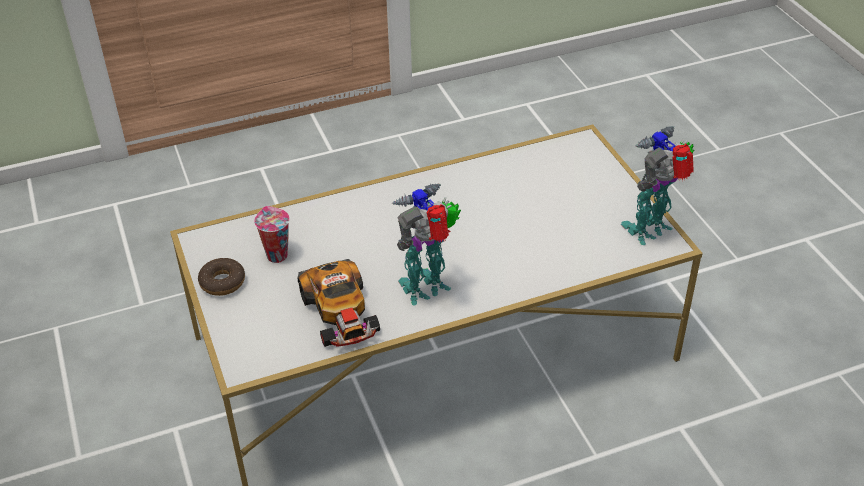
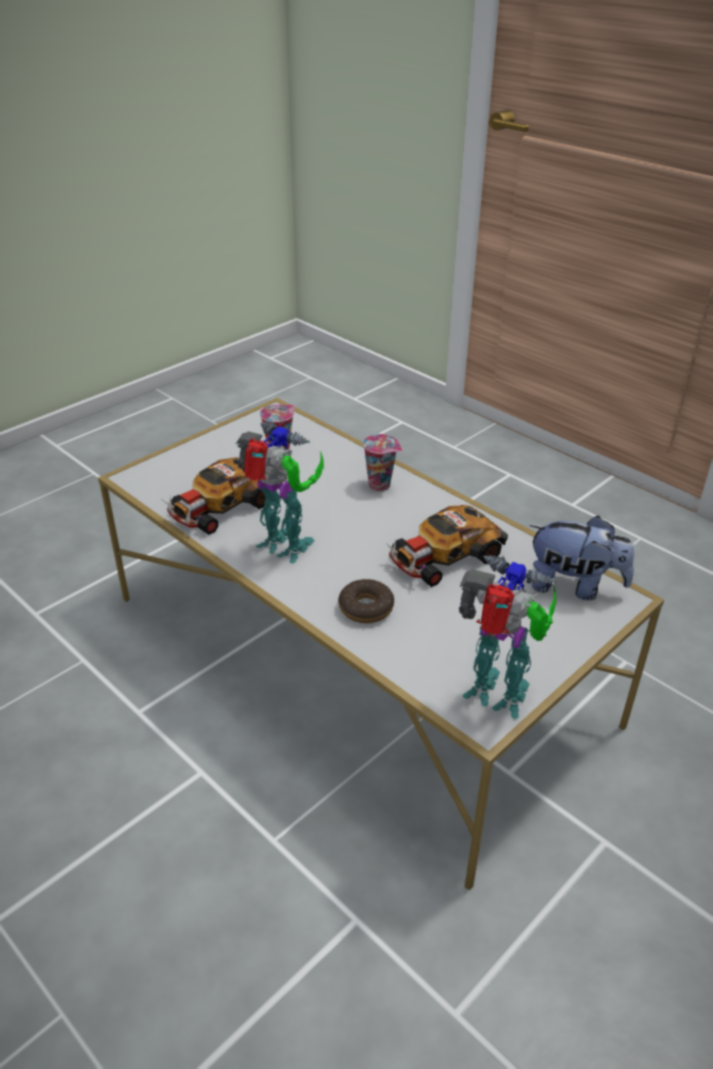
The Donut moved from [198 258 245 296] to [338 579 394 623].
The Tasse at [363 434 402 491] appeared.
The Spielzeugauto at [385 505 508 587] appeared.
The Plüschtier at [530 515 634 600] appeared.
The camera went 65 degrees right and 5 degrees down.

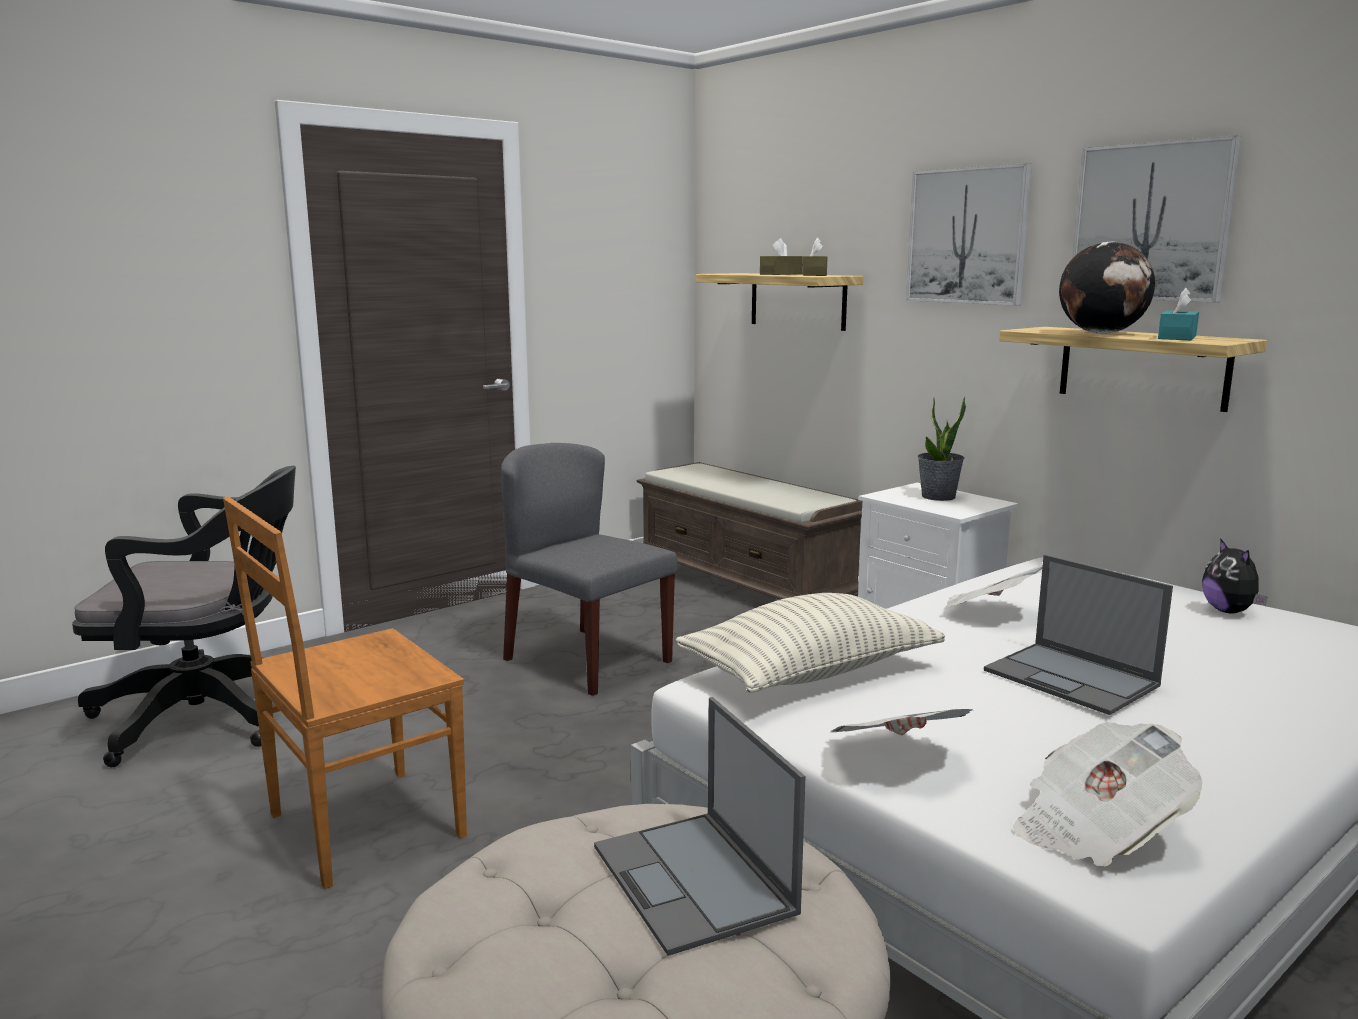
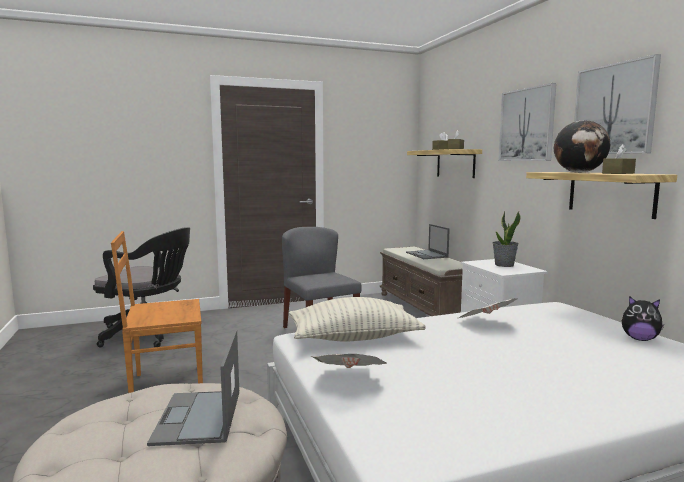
The Laptop moved from [984 555 1173 715] to [406 224 450 259].
The Zeitung at [1013 722 1202 867] disappeared.
The Taschentuchbox/türkis at [1158 288 1199 340] became the Taschentuchbox/braun at [602 144 636 174].
The Plüschtier at [1202 538 1268 614] turned 75 degrees counterclockwise.
The camera went 20 degrees right and 5 degrees down.

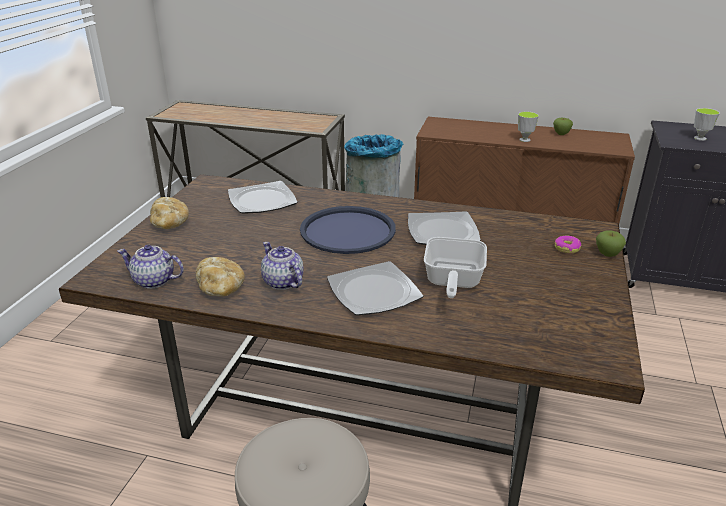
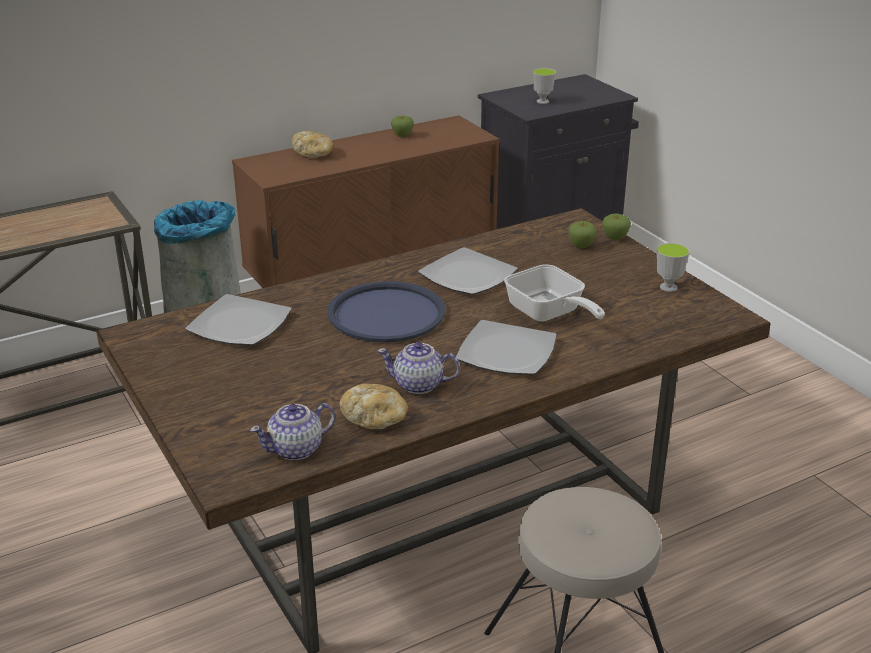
The Brot moved from [150 197 189 229] to [292 131 333 158].
The Tasse moved from [518 112 539 142] to [657 243 690 292].
The Donut at [555 236 581 253] was replaced by the Apfel at [569 221 597 248].
The camera went 45 degrees left and 0 degrees up.

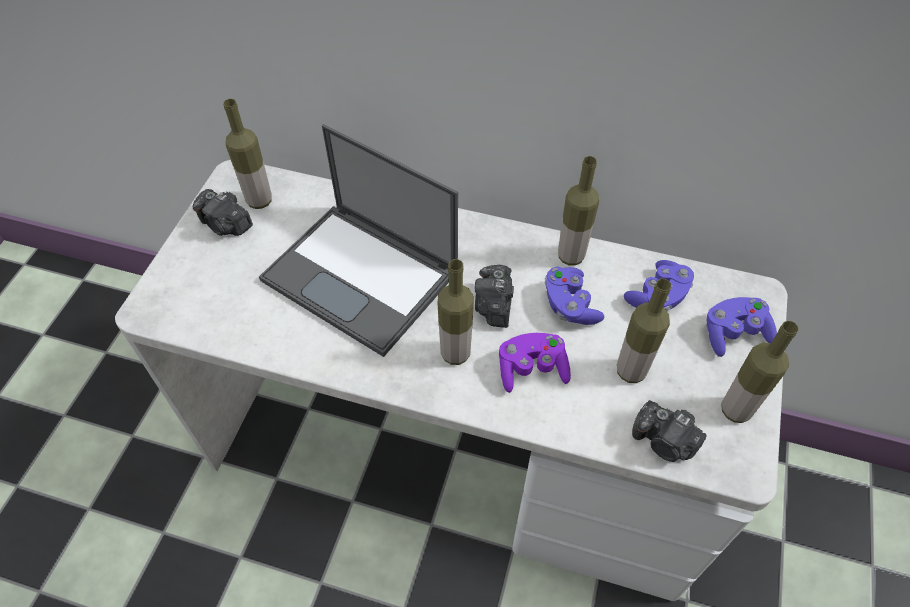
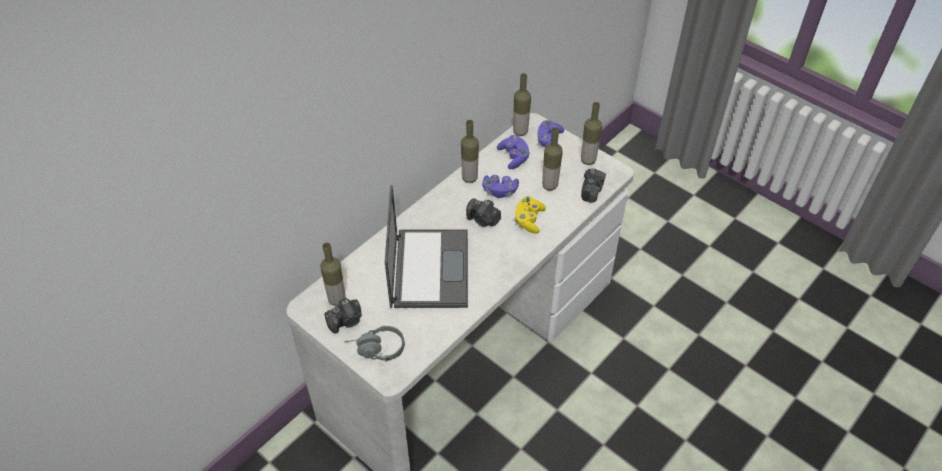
The Laptop at [259 124 458 357] turned 60 degrees counterclockwise.
The Flasche moved from [438 259 474 365] to [513 73 531 136].
The Gamepad/lila at [499 333 571 393] became the Gamepad/gelb at [515 196 546 234].
The Kamera at [632 400 707 462] turned 45 degrees counterclockwise.
The Kopfhörer/grau at [344 325 404 361] appeared.
The camera went 65 degrees left and 5 degrees down.

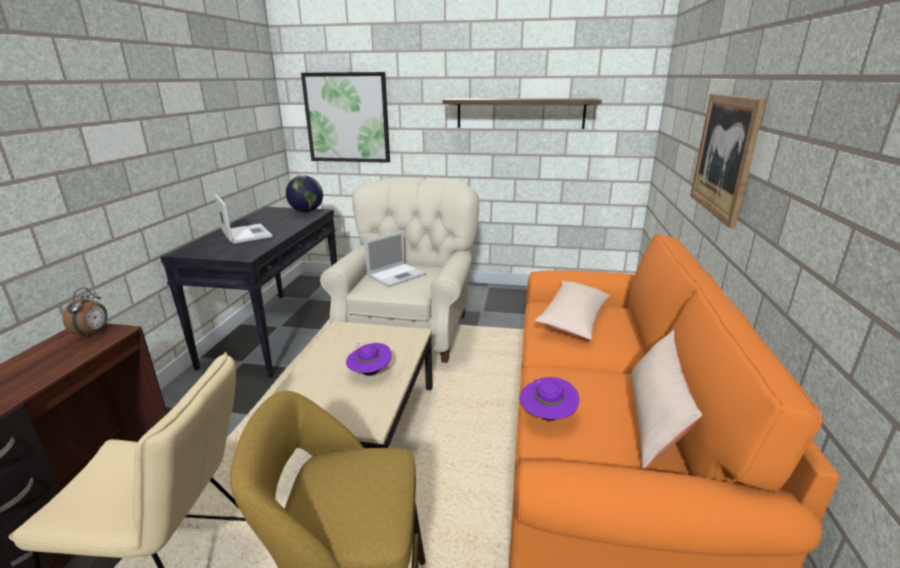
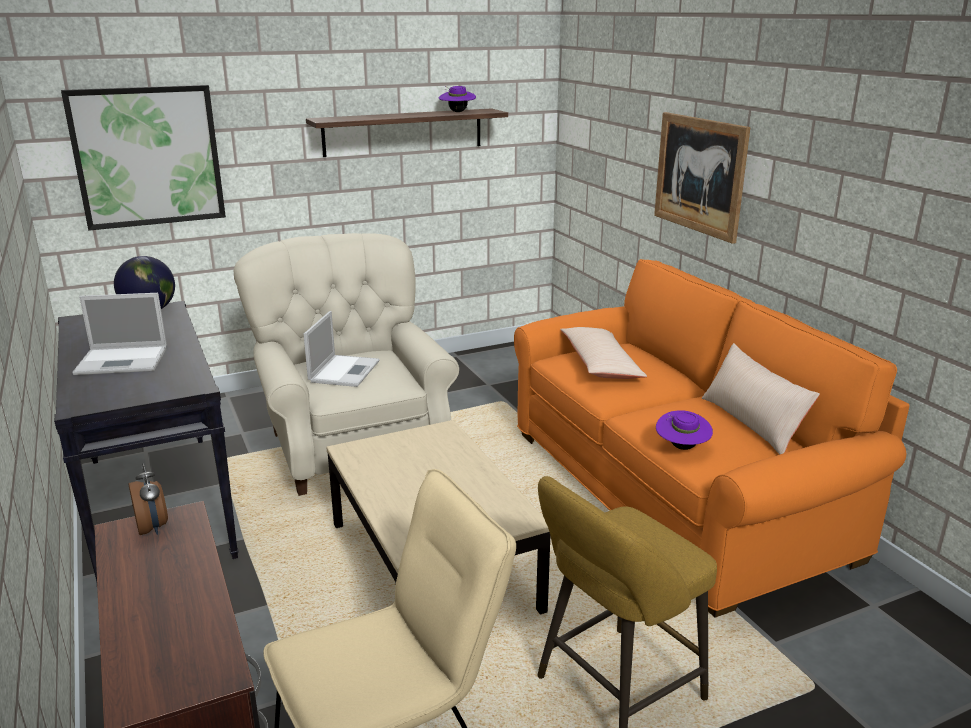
The Laptop at [214 194 273 244] turned 150 degrees clockwise.
The Hut/lila moved from [346 343 392 376] to [439 86 476 112].
The camera went 35 degrees left and 0 degrees up.

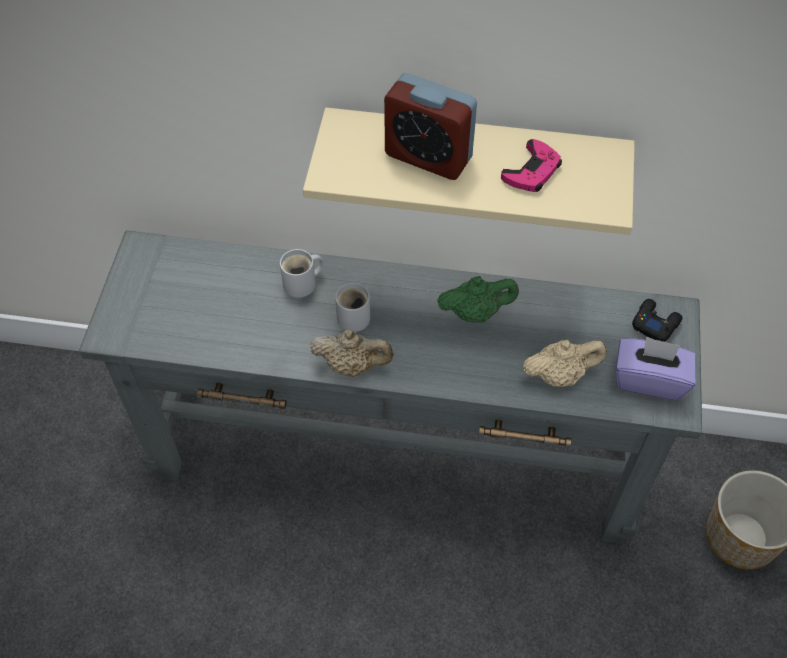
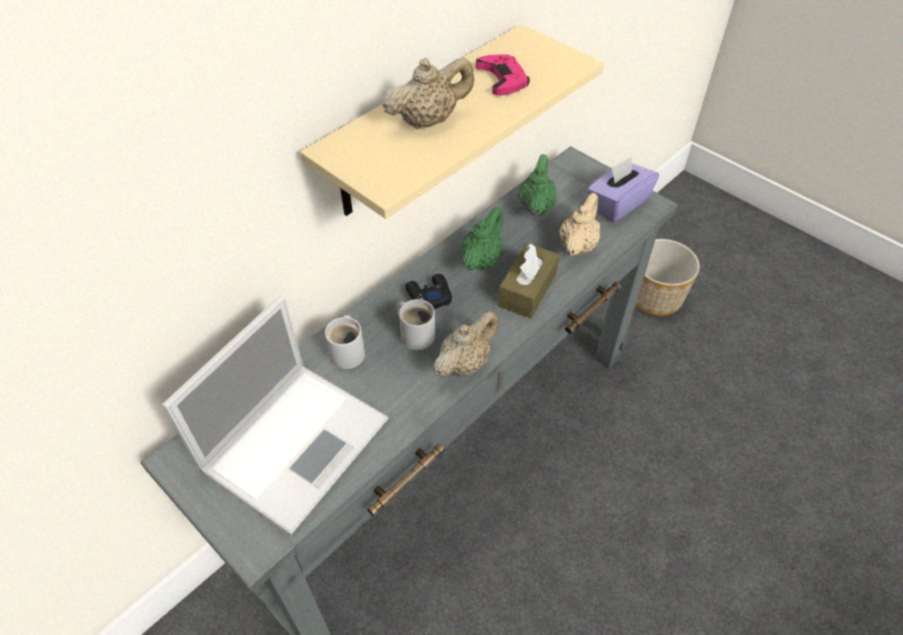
The Wecker at [384 73 477 180] was replaced by the Teekanne/beige at [382 57 474 129].
The Gamepad/schwarz moved from [632 299 682 342] to [405 274 452 309].
The Laptop at [162 296 388 535] appeared.
The Taschentuchbox/braun at [498 243 559 319] appeared.
The Teekanne/grün at [518 154 557 215] appeared.
The camera went 55 degrees left and 5 degrees down.

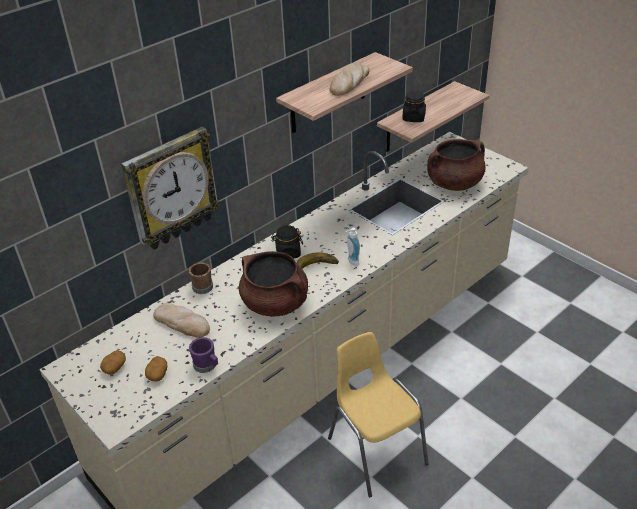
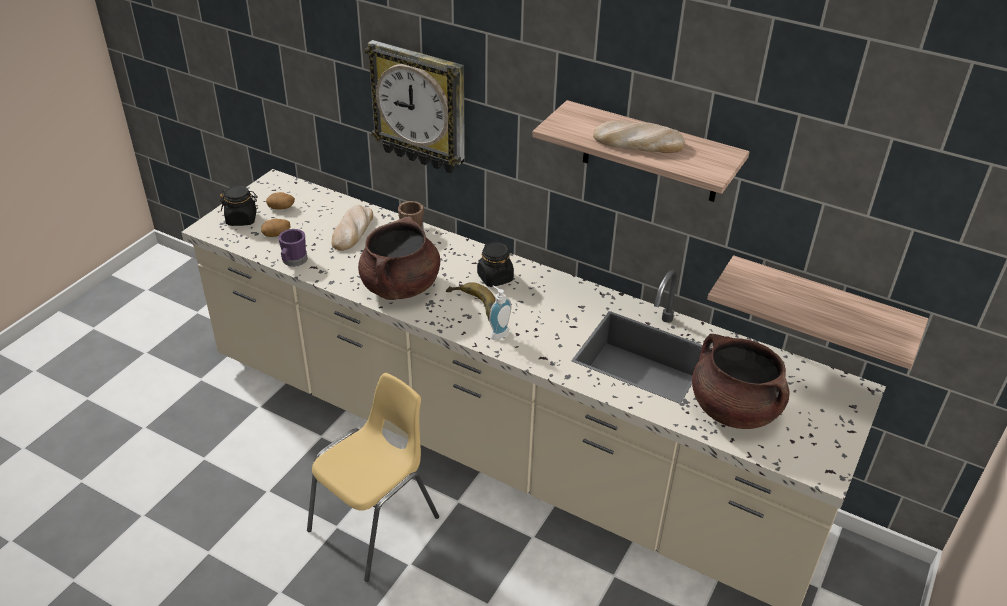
The Vorratsglas/schwarz moved from [402 91 426 122] to [220 185 258 226].
The camera went 70 degrees right and 0 degrees up.

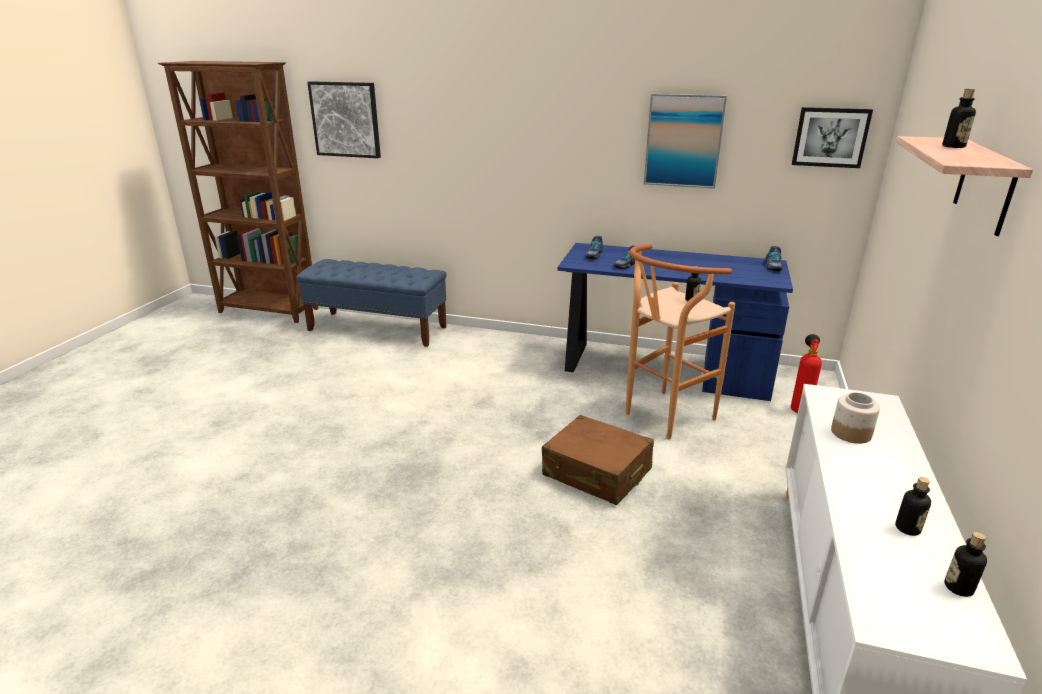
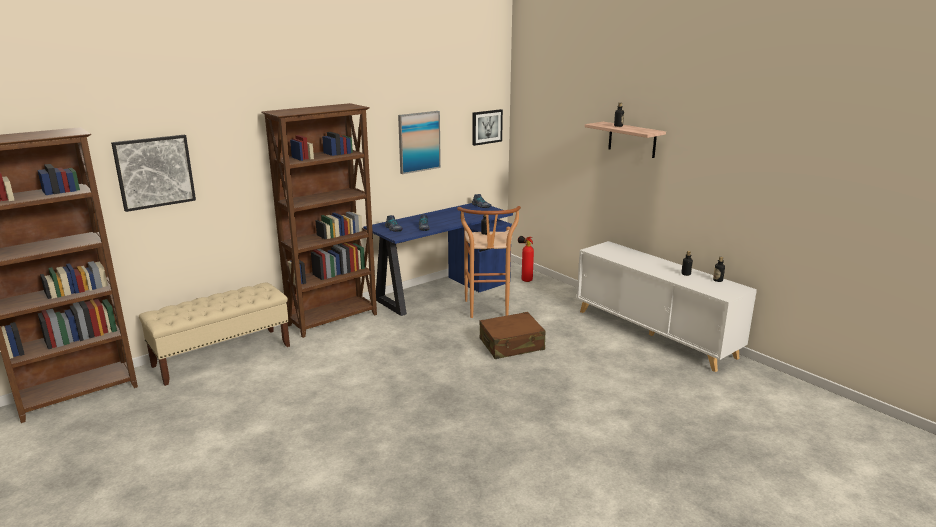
The Bank/blau at [296 259 447 347] became the Bank/beige at [139 282 290 386].
The Vorratsglas at [831 392 880 444] disappeared.
The Bücherregal/braun at [261 103 377 338] appeared.
The camera went 55 degrees left and 5 degrees down.

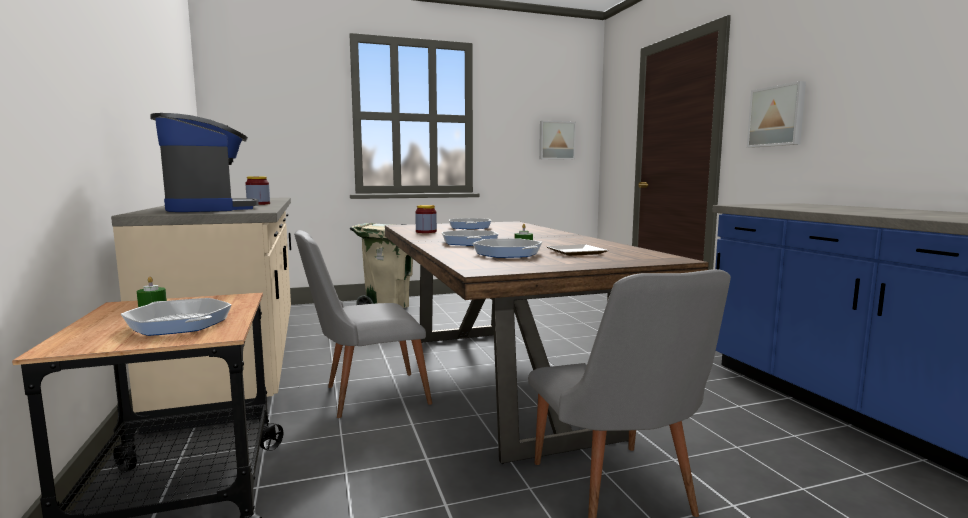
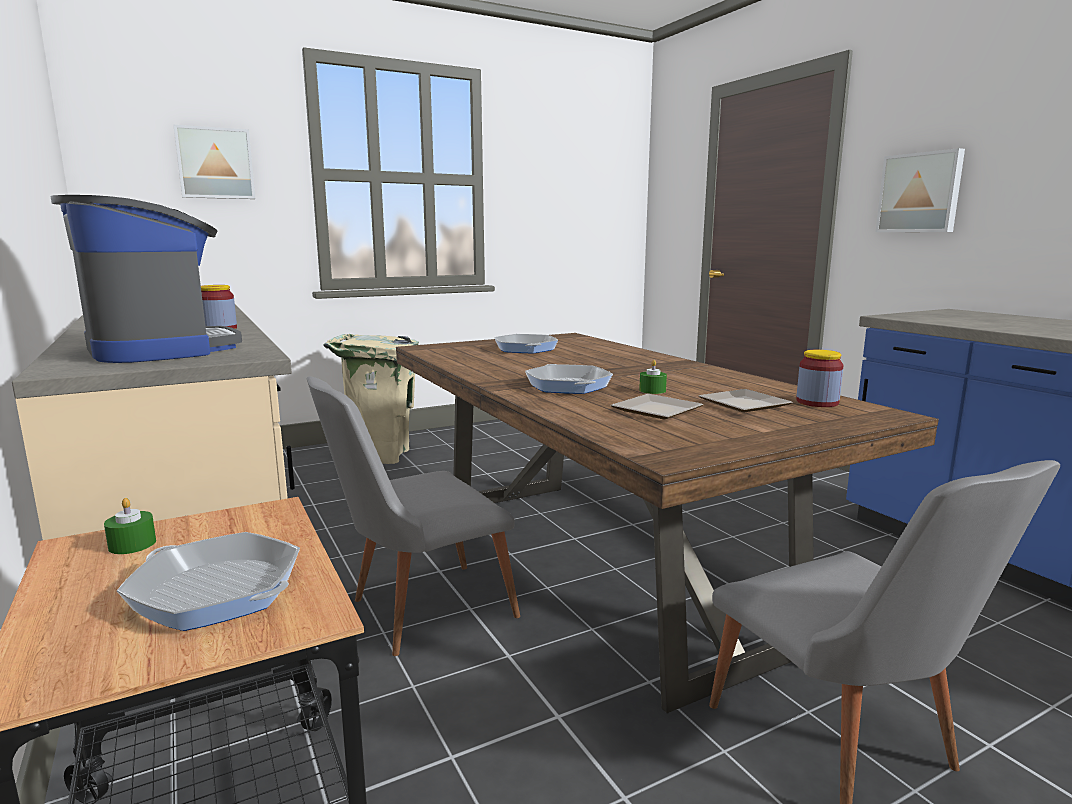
The Vorratsglas moved from [415 205 437 233] to [796 350 843 407].
The Pfanne at [472 239 542 258] was replaced by the Teller at [611 394 704 419].
The Bild moved from [539 121 576 160] to [173 125 255 199].
The camera went 10 degrees left and 5 degrees up.

